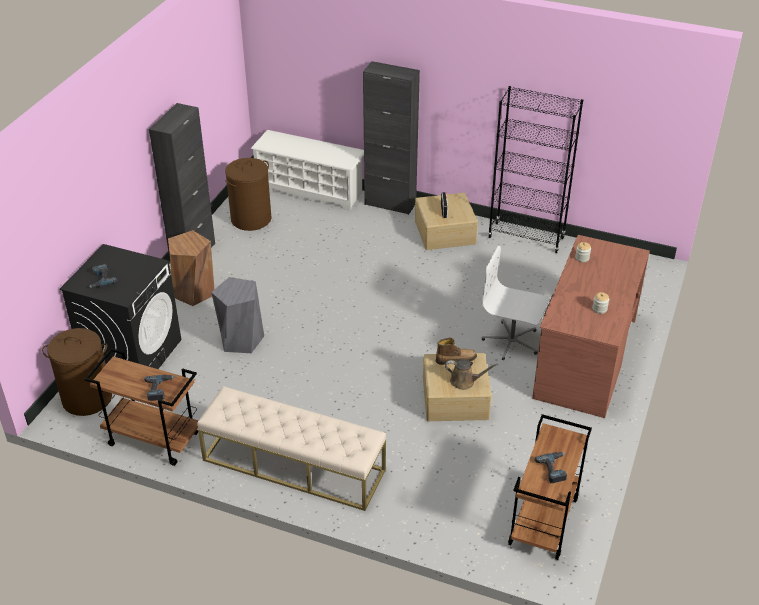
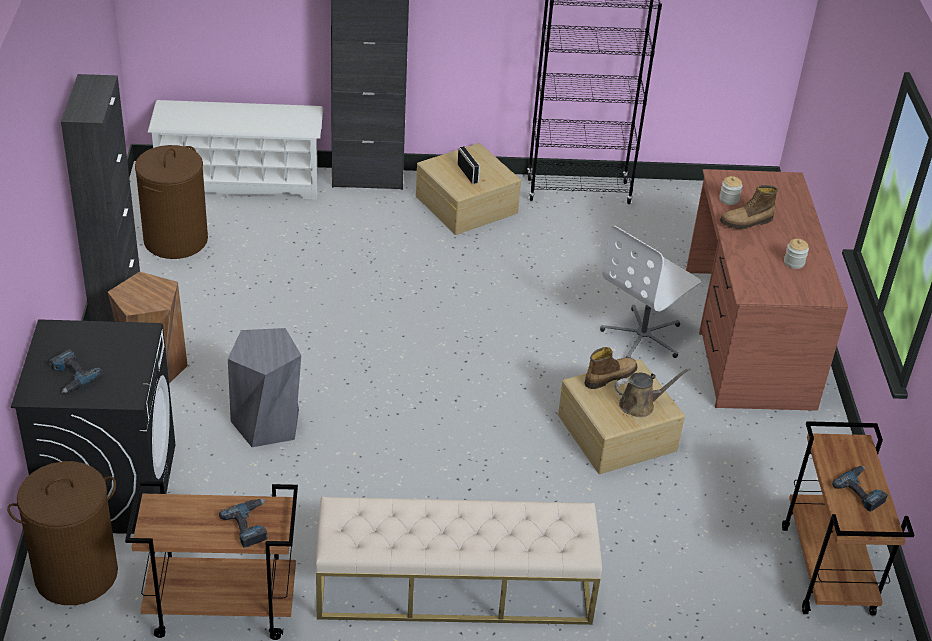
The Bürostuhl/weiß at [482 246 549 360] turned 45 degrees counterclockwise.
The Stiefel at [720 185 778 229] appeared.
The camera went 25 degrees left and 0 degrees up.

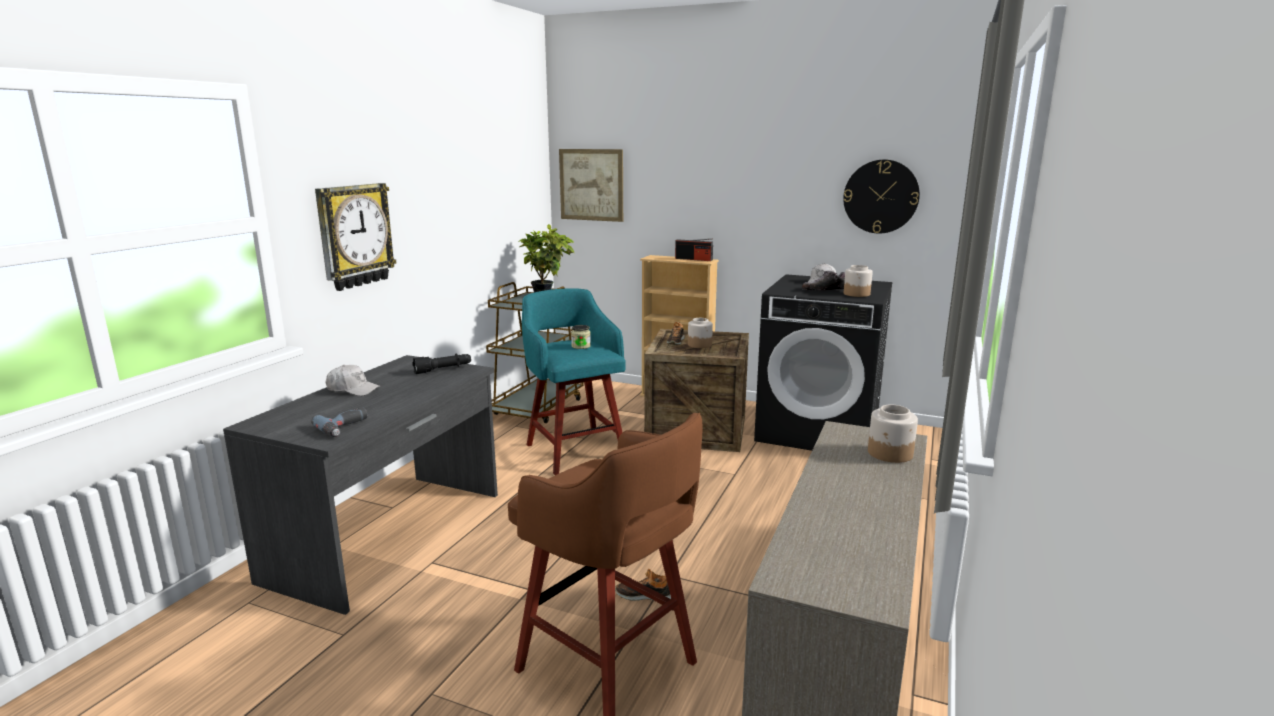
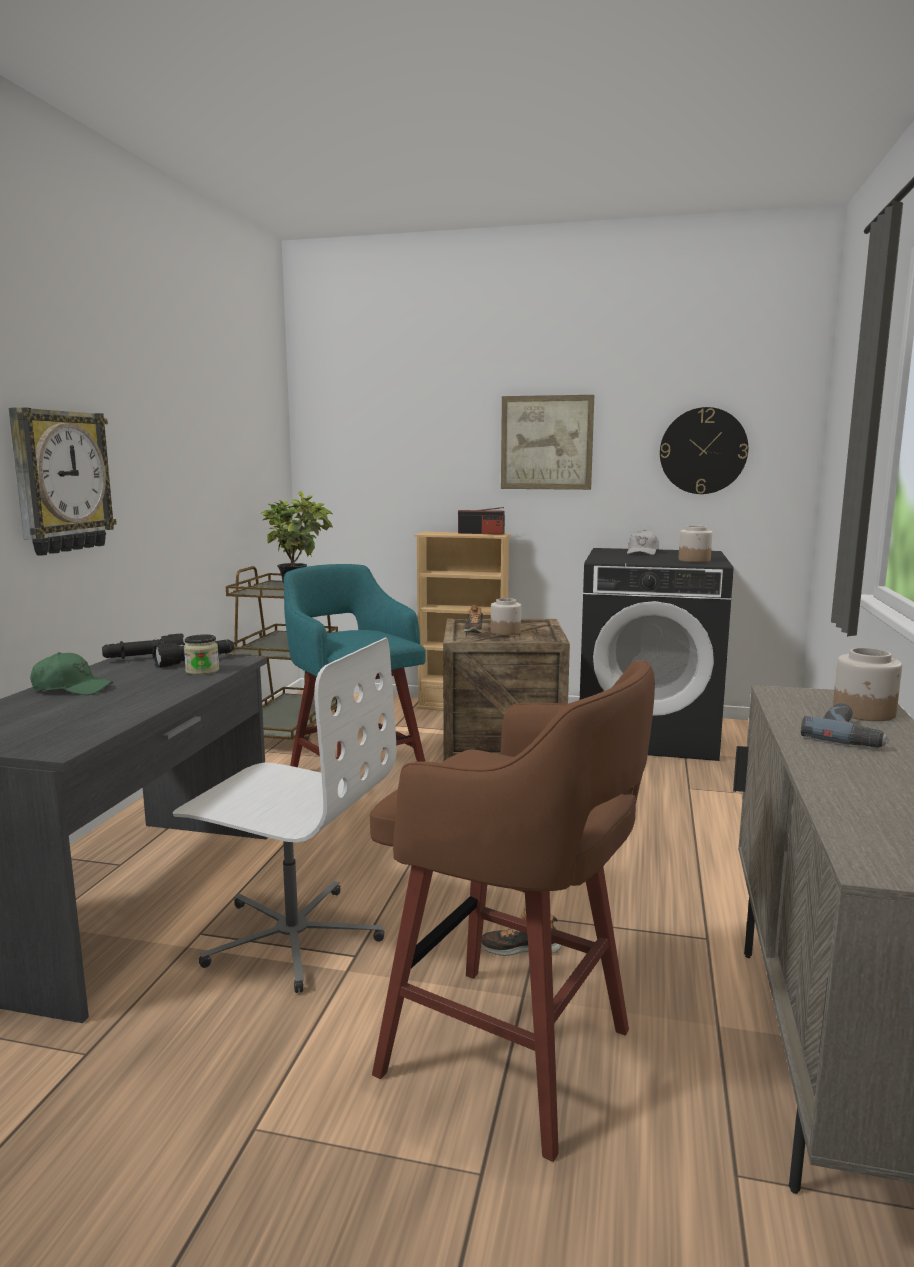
The Bohrmaschine moved from [311 408 367 437] to [801 703 889 748].
The Kappe/weiß at [326 365 380 396] became the Kappe/grün at [30 652 113 695].
The Bild moved from [559 149 623 222] to [501 395 594 490].
The Vorratsglas moved from [571 325 591 349] to [184 634 219 675].
The Schuh at [802 271 845 290] disappeared.
The Taschenlampe/schwarz at [102 634 185 659] appeared.
The Bürostuhl/weiß at [173 638 396 993] appeared.
The camera went 10 degrees left and 5 degrees down.

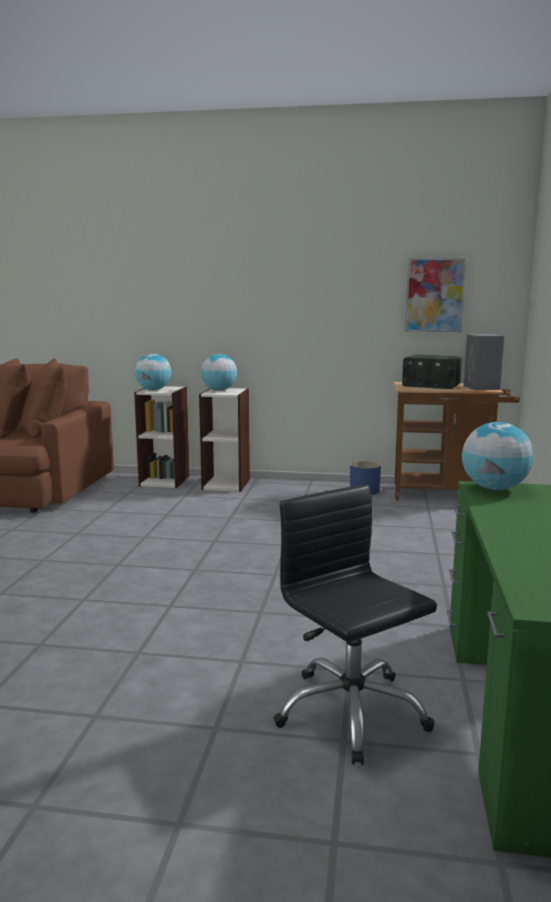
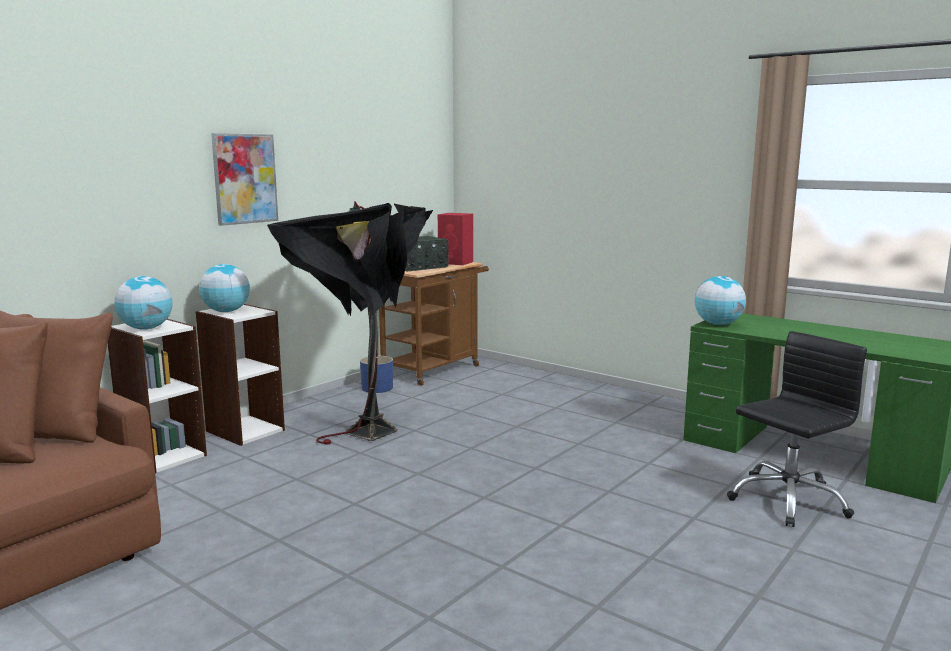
The Bürostuhl/schwarz at [273 484 437 765] turned 150 degrees clockwise.
The Bild moved from [405 258 466 332] to [211 133 278 226].
The Lautsprecher/grau at [464 334 504 390] became the Lautsprecher/rot at [438 213 473 265].
The Stehlampe/schwarz at [267 202 433 445] appeared.
The camera went 60 degrees left and 0 degrees up.

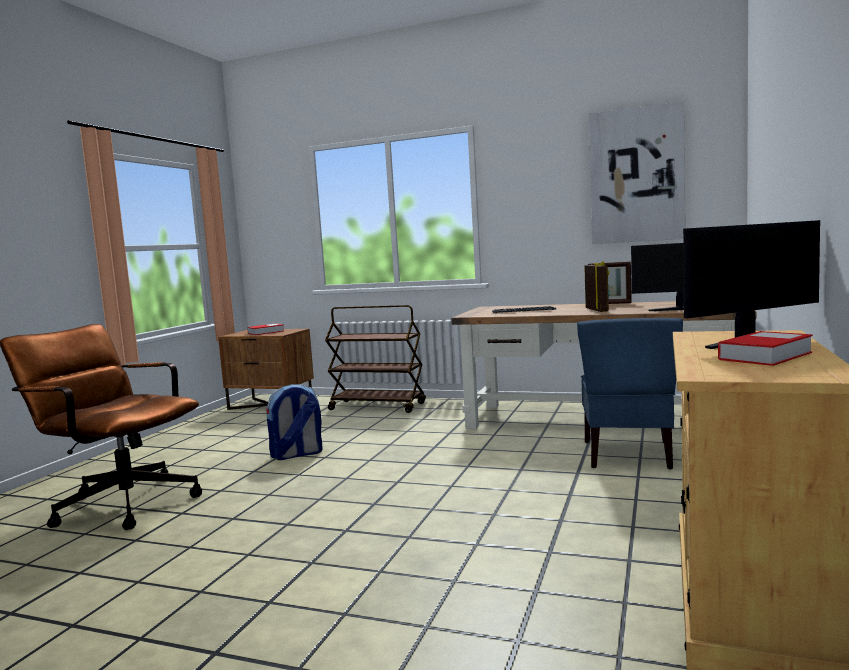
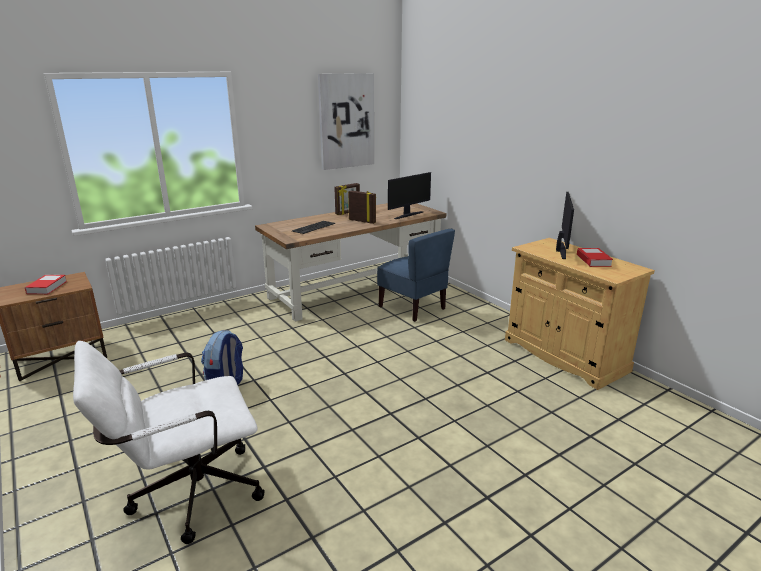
The Bürostuhl/braun at [0 324 202 530] became the Bürostuhl/weiß at [73 341 265 544].
The Rollwagen/braun at [325 305 426 413] disappeared.
The camera went 55 degrees left and 15 degrees up.

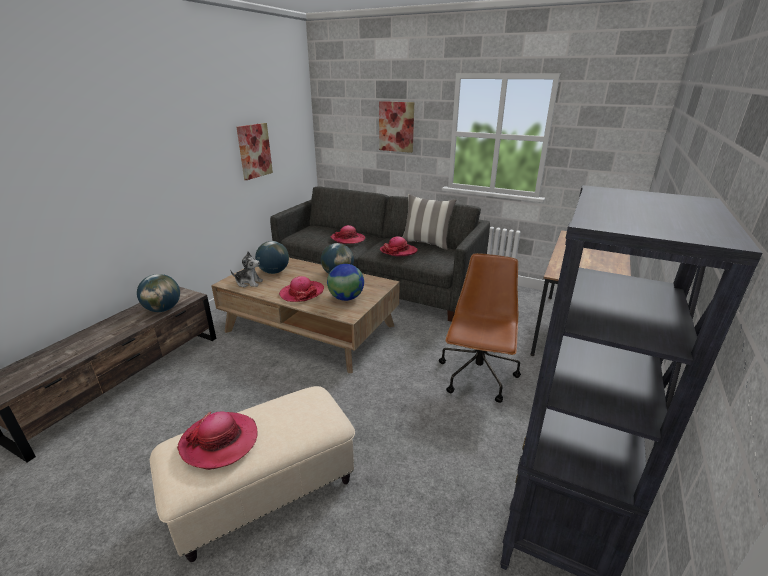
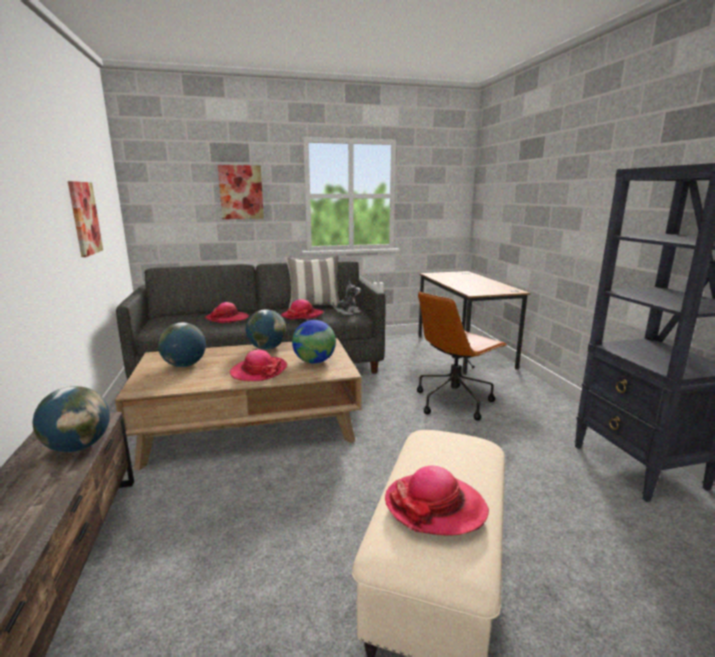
The Plüschtier moved from [230 251 263 288] to [333 281 361 315].
The Bürostuhl/braun at [439 253 521 403] turned 105 degrees counterclockwise.
The camera went 40 degrees left and 10 degrees down.

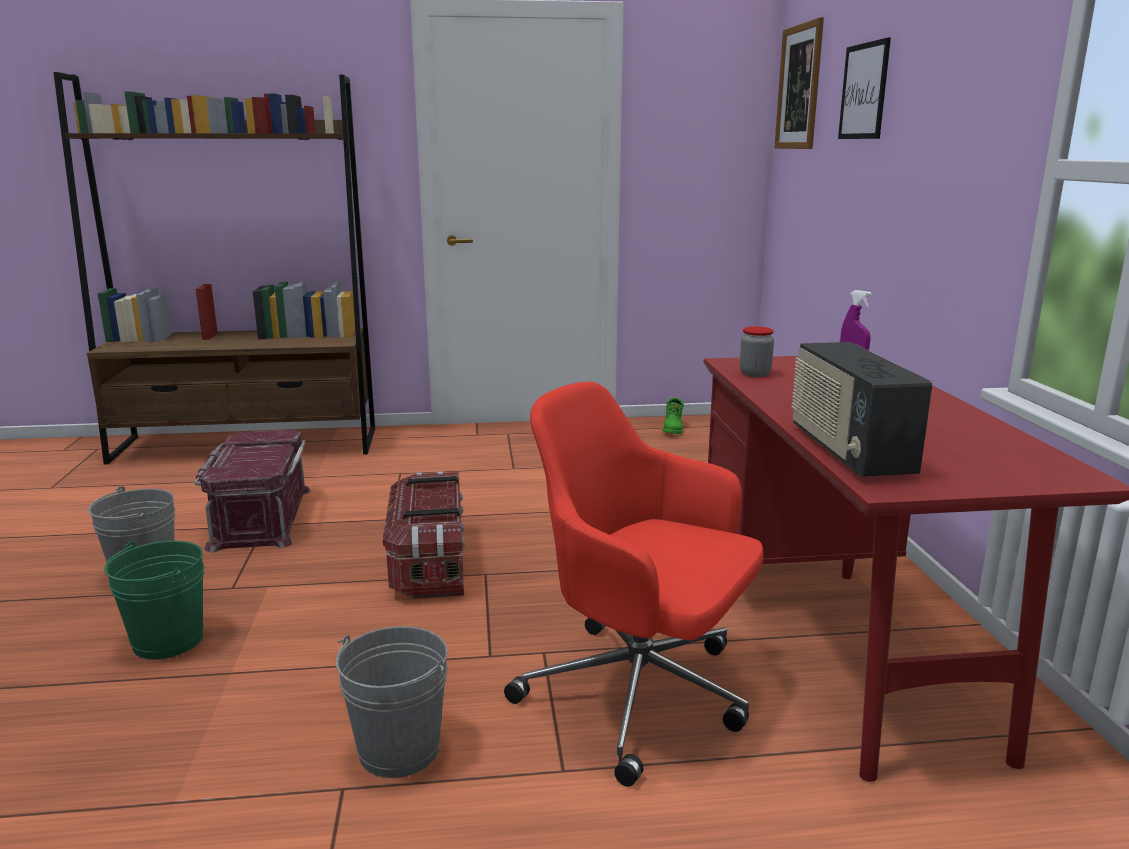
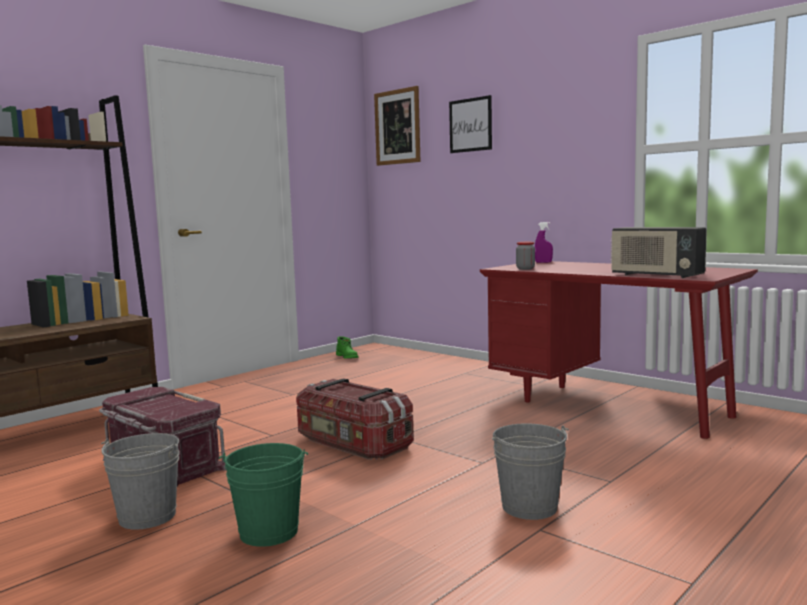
The Bürostuhl/rot at [504 382 764 787] disappeared.
The camera went 40 degrees left and 10 degrees down.

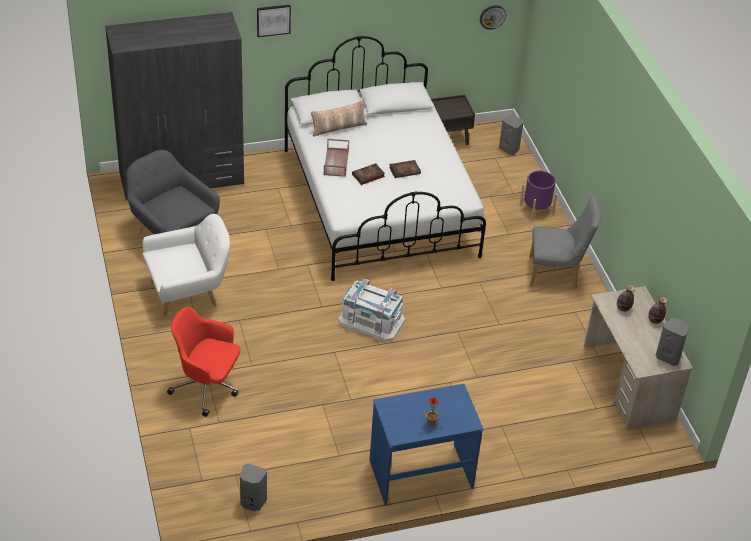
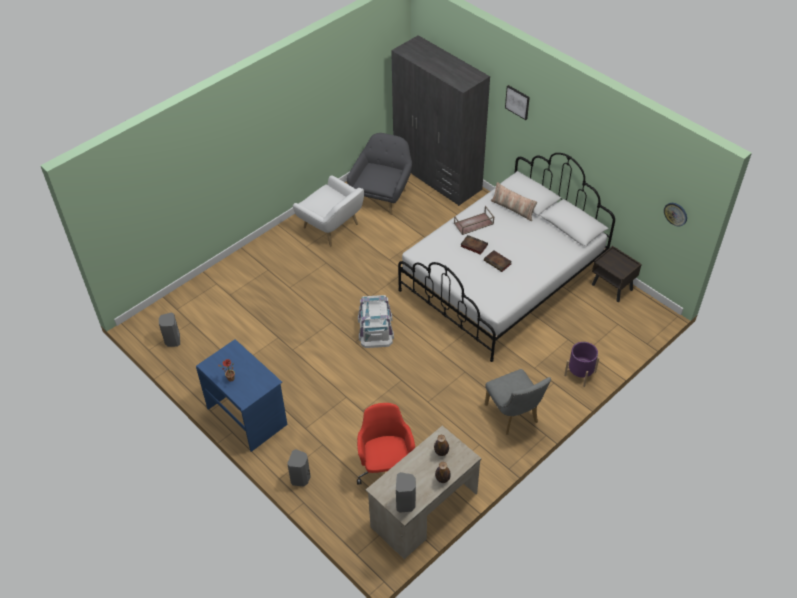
The Bürostuhl/rot moved from [167 307 240 417] to [357 403 415 485].
The Lautsprecher/grau moved from [499 115 523 155] to [287 449 311 486].
The camera went 65 degrees right and 5 degrees up.

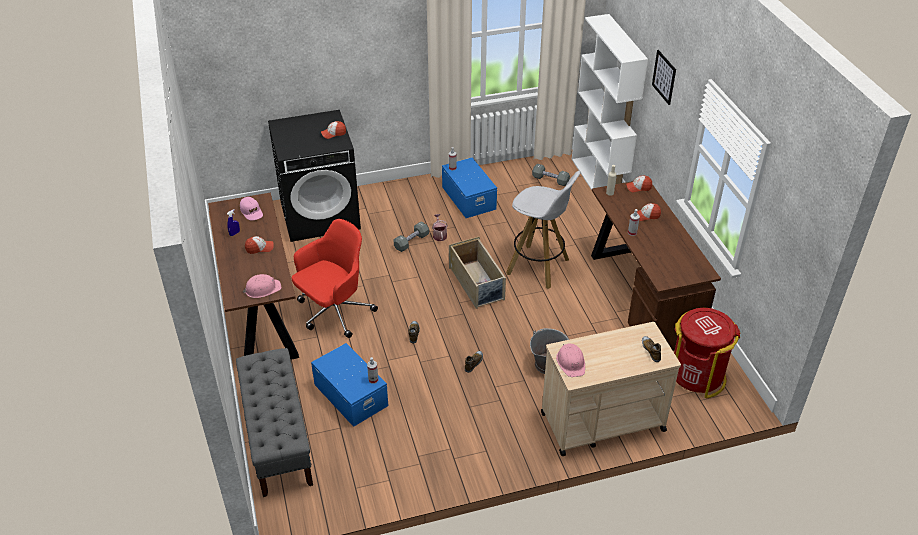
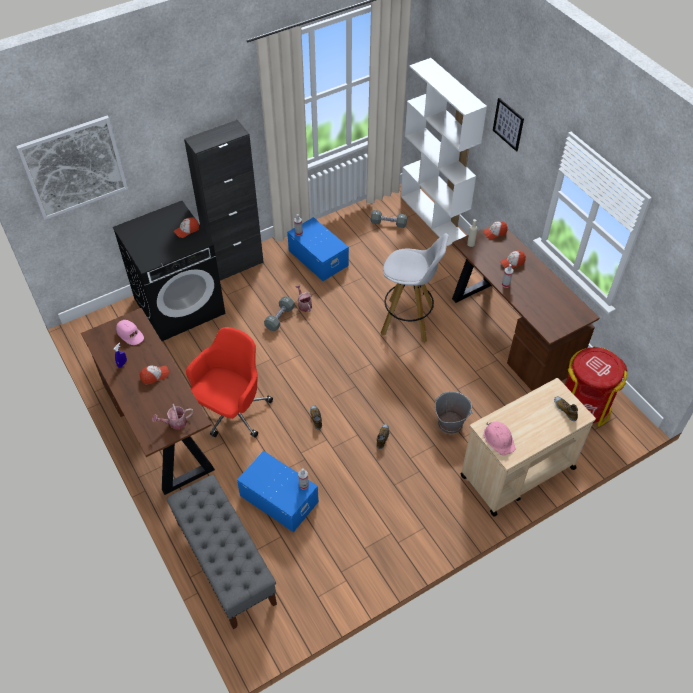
The Schutzhelm/rosa at [243 274 282 298] was replaced by the Gießkanne at [152 404 193 429].
The Aufbewahrungsbox/beige at [449 237 506 309] disappeared.
The Bild at [16 116 128 220] appeared.
The Schrank/schwarz at [184 120 264 281] appeared.
The camera went 15 degrees left and 10 degrees up.

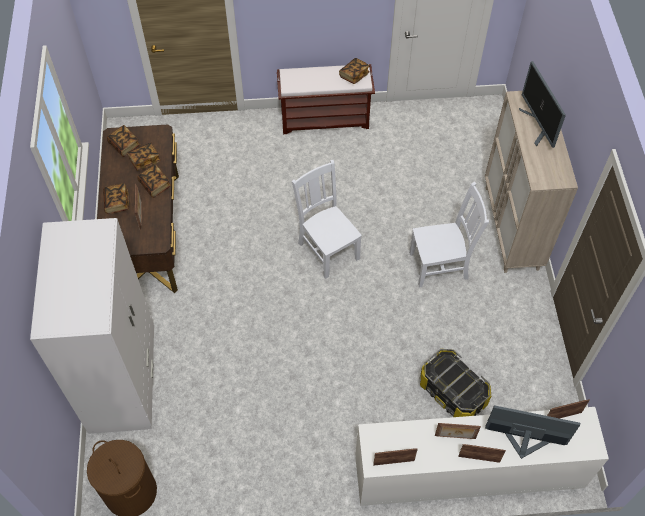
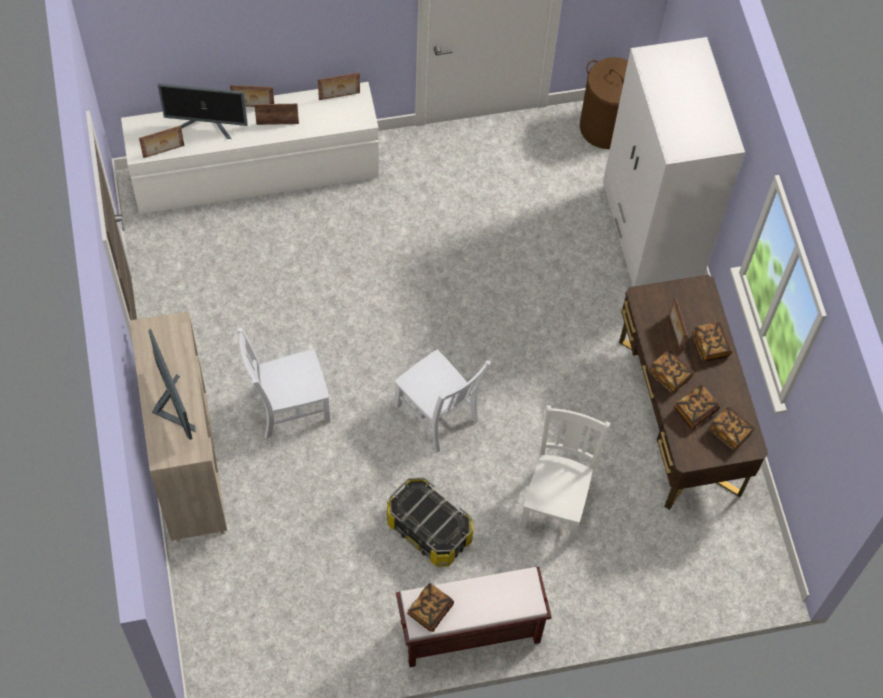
The Aufbewahrungsbox moved from [420 349 491 417] to [387 478 473 567].
The Stuhl/weiß at [519 405 611 543] appeared.
The camera went 170 degrees right and 5 degrees up.

